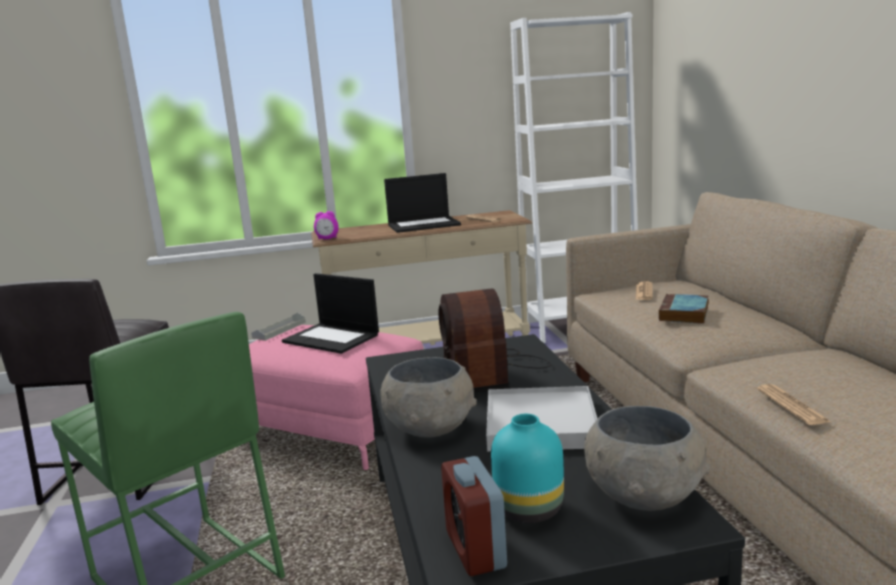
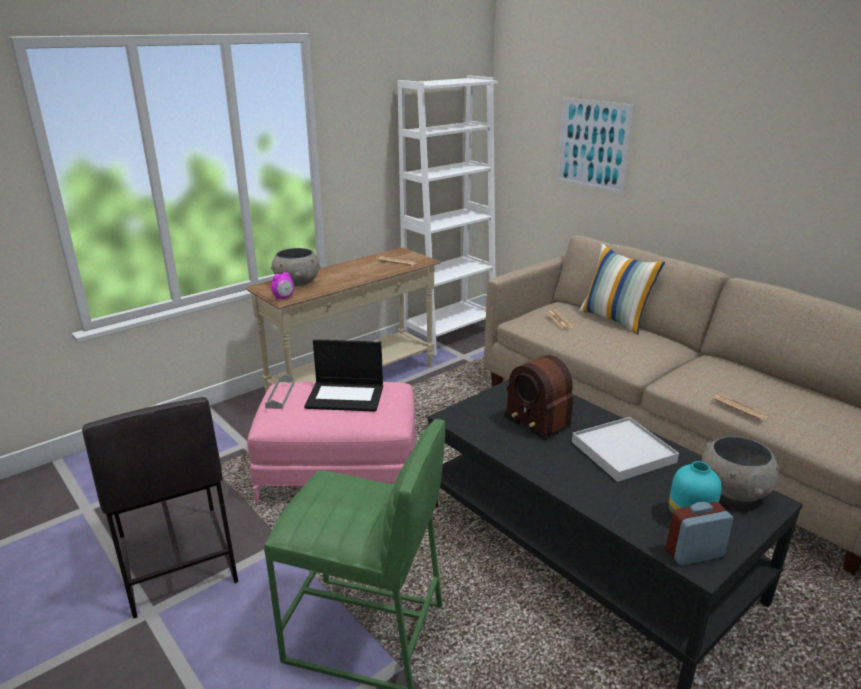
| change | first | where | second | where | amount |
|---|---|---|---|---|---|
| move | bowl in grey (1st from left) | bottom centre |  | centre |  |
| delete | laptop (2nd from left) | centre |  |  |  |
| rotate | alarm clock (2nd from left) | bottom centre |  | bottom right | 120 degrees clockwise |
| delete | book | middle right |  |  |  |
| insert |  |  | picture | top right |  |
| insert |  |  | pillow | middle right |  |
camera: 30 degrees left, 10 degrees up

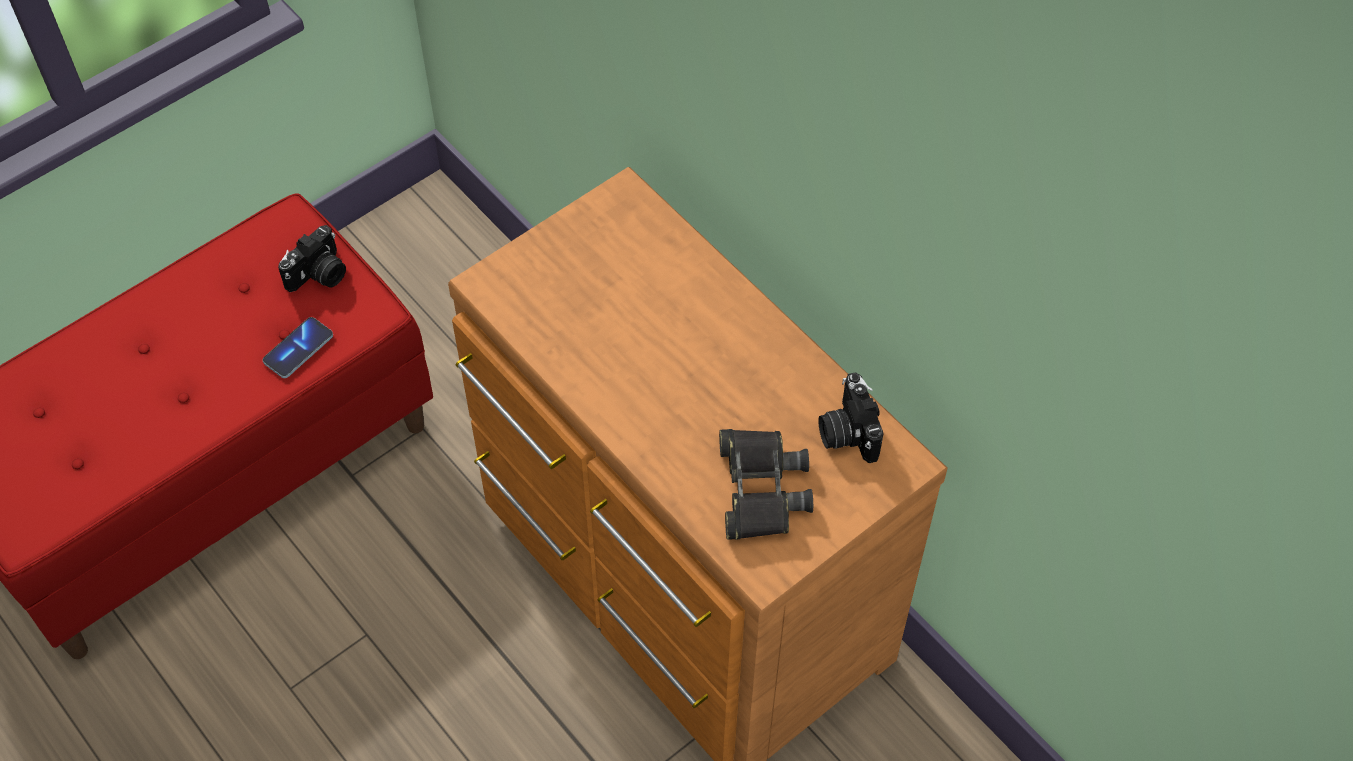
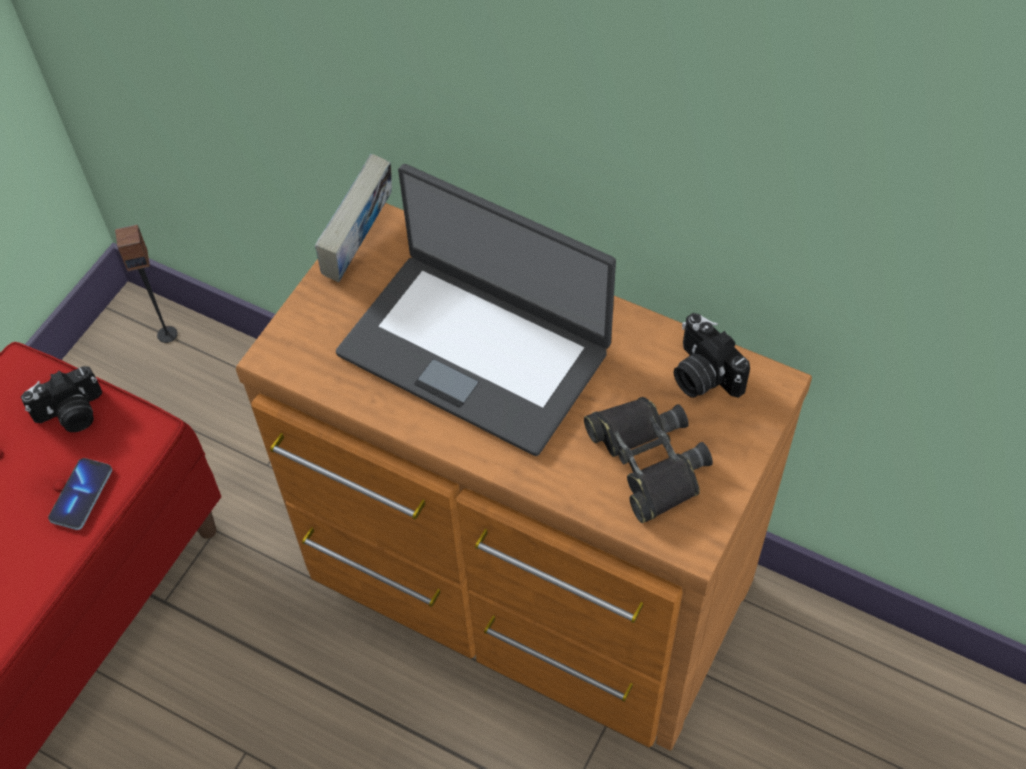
| change | first | where | second | where | amount |
|---|---|---|---|---|---|
| rotate | photo camera (1st from left) | middle left |  | middle left | 45 degrees clockwise |
| insert |  |  | speaker | middle left |  |
| insert |  |  | book | top centre |  |
| insert |  |  | laptop | centre |  |
camera: 20 degrees left, 0 degrees up

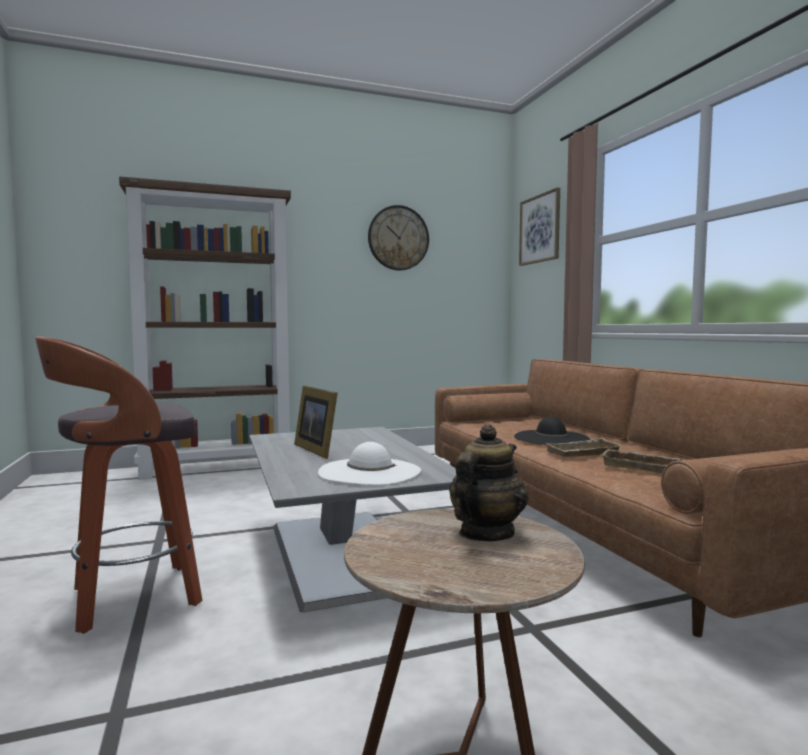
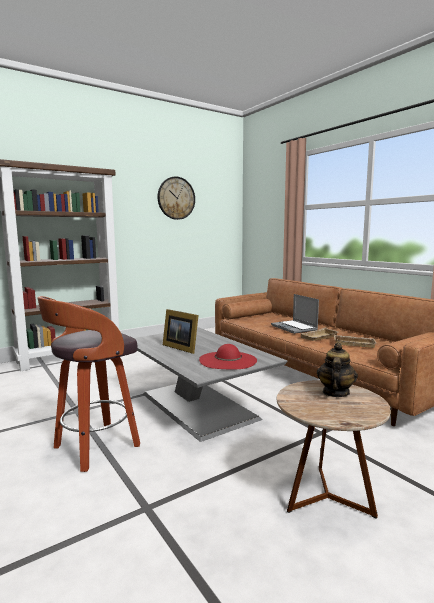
| change | first | where | second | where | amount |
|---|---|---|---|---|---|
| recolor | hat in white | centre | hat in red | centre |  |
| replace | hat in black | middle right | laptop | middle right |  |
| delete | picture | top right |  |  |  |
camera: 15 degrees left, 5 degrees up

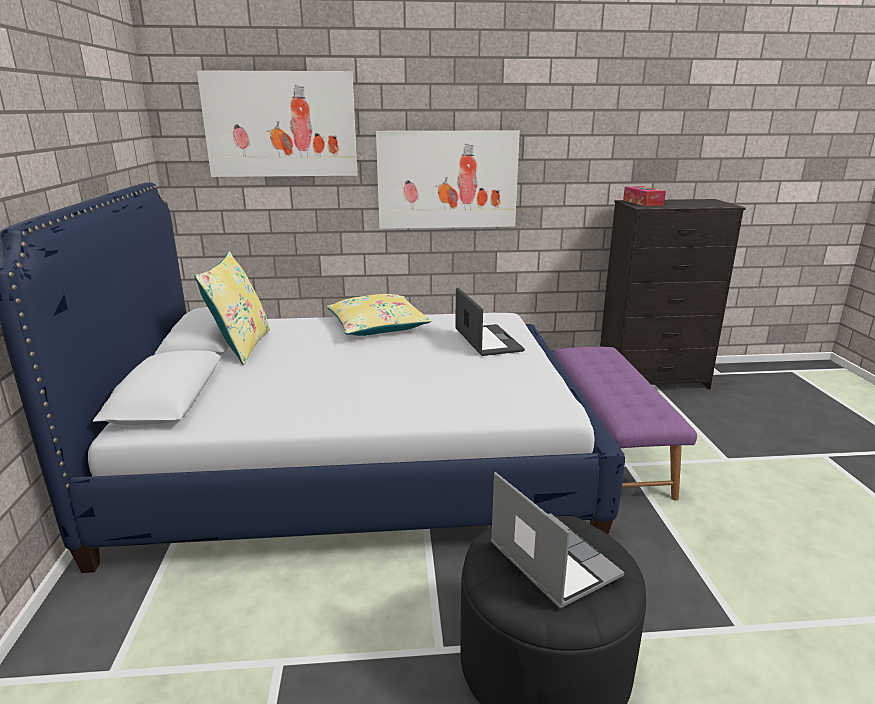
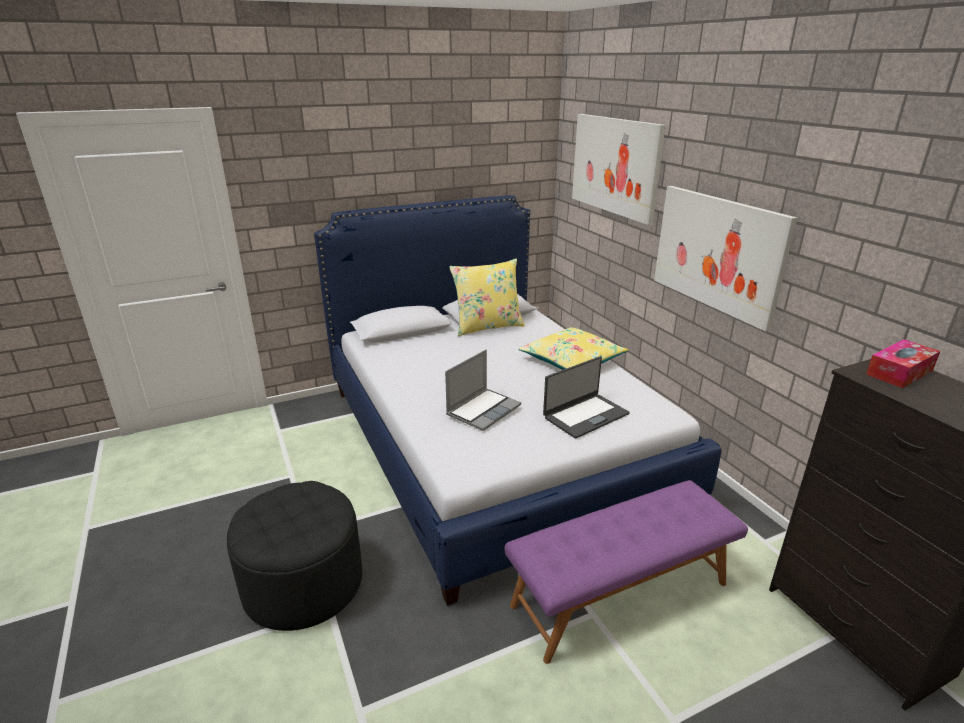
| change | first | where | second | where | amount |
|---|---|---|---|---|---|
| move | laptop (2nd from left in the first image) | bottom centre | laptop (1st from left) | centre |  |
camera: 70 degrees right, 5 degrees up

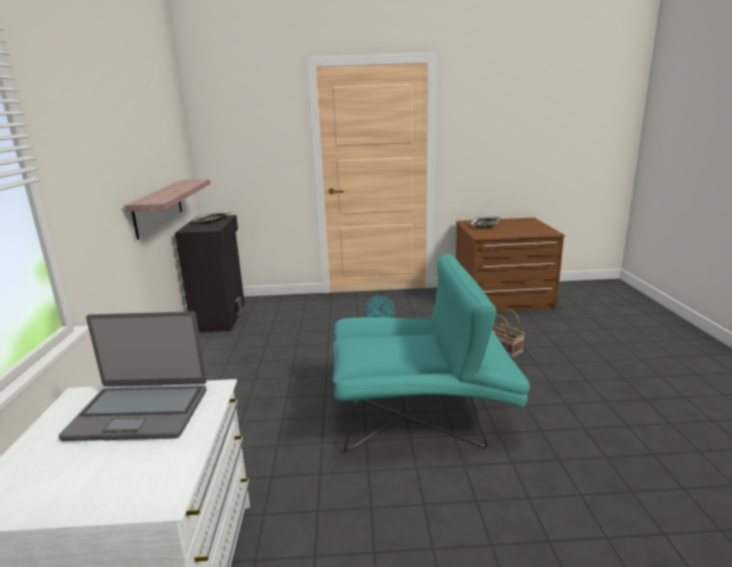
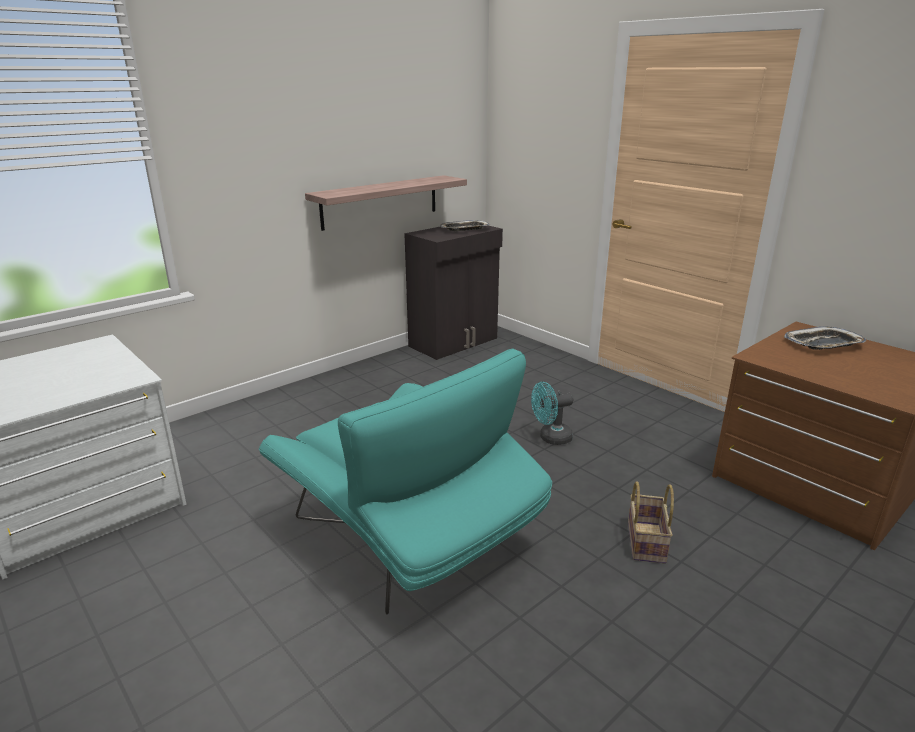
| change | first | where | second | where | amount |
|---|---|---|---|---|---|
| delete | laptop | middle left |  |  |  |
camera: 50 degrees right, 5 degrees up

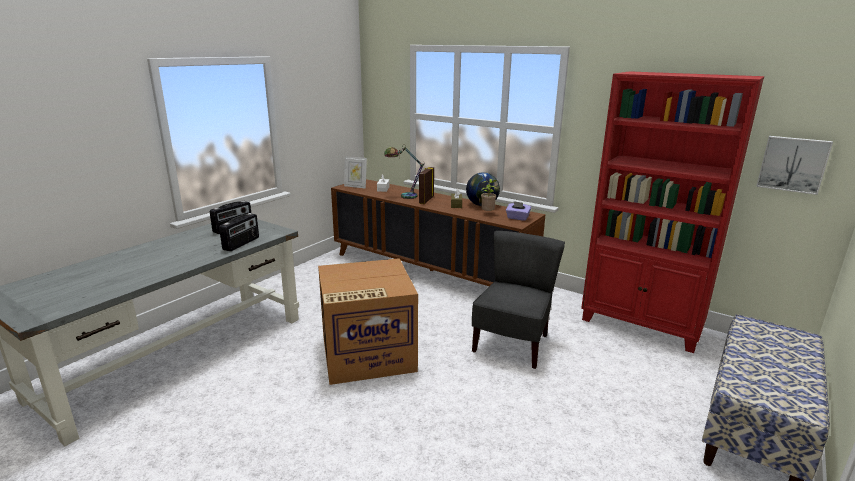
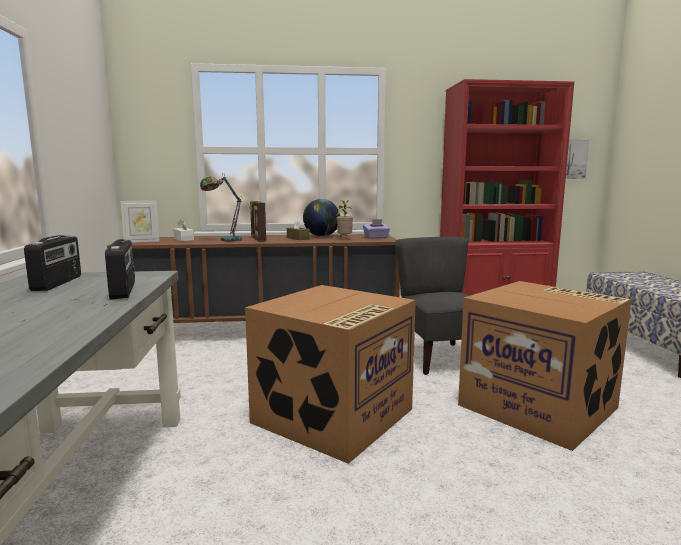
| change | first | where | second | where | amount |
|---|---|---|---|---|---|
| insert |  |  | cardboard box (2nd from left) | bottom right |  |
camera: 40 degrees left, 10 degrees down

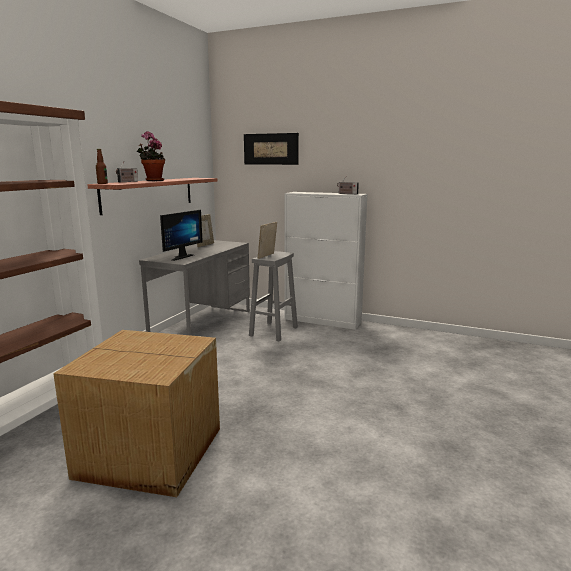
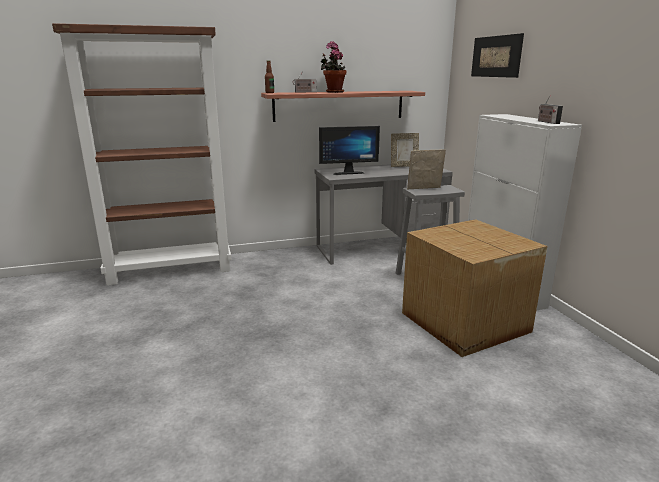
| change | first | where | second | where | amount |
|---|---|---|---|---|---|
| move | cardboard box | bottom left |  | middle right |  |
camera: 50 degrees right, 5 degrees up

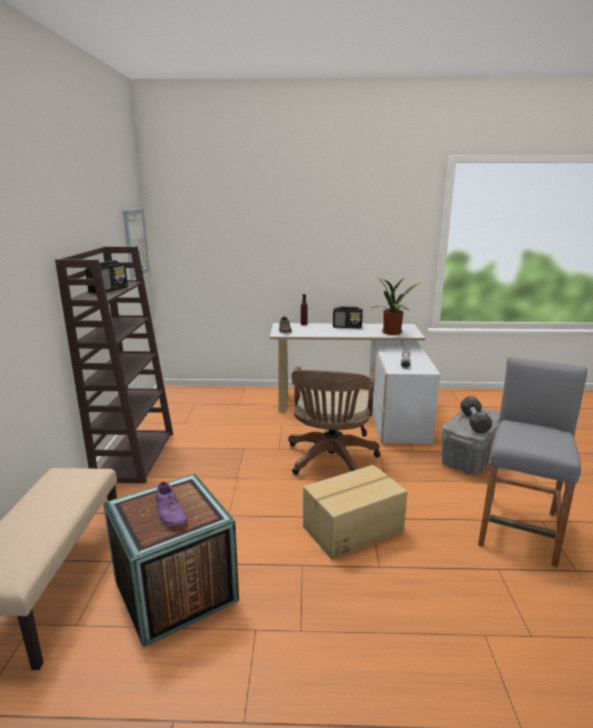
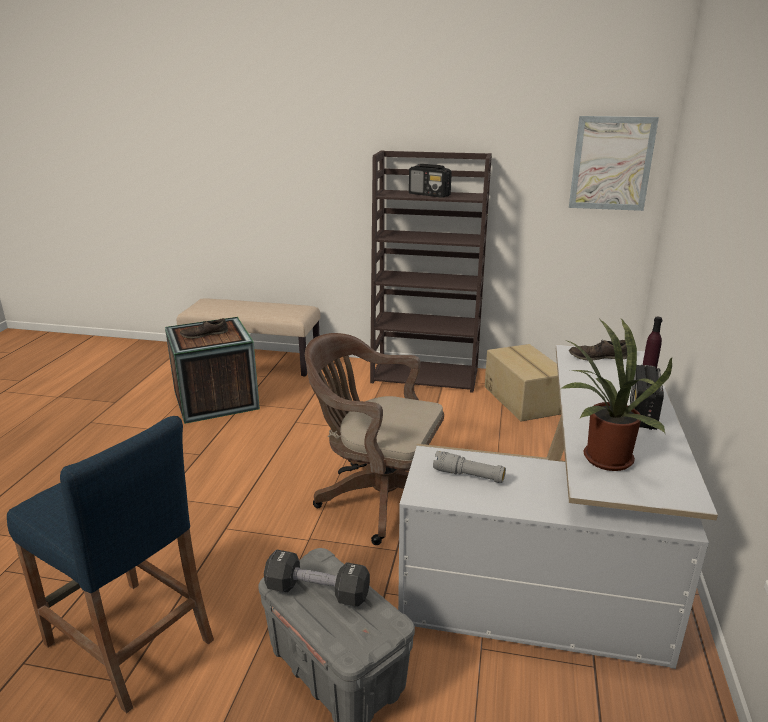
| change | first | where | second | where | amount |
|---|---|---|---|---|---|
| recolor | shoe in purple | bottom left | shoe in brown (1st from left) | middle left |  |
| move | cardboard box | bottom centre |  | middle right |  |
| recolor | stool in grey | middle right | stool in blue | bottom left |  |
camera: 100 degrees right, 5 degrees up

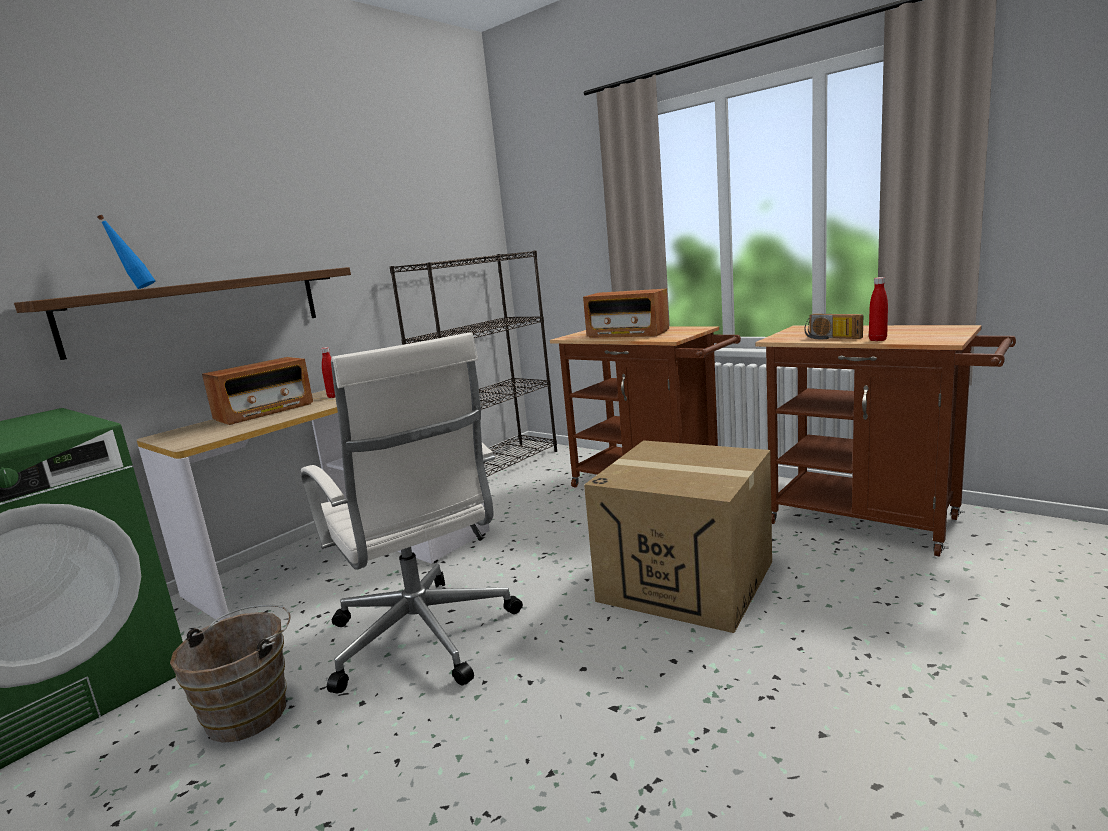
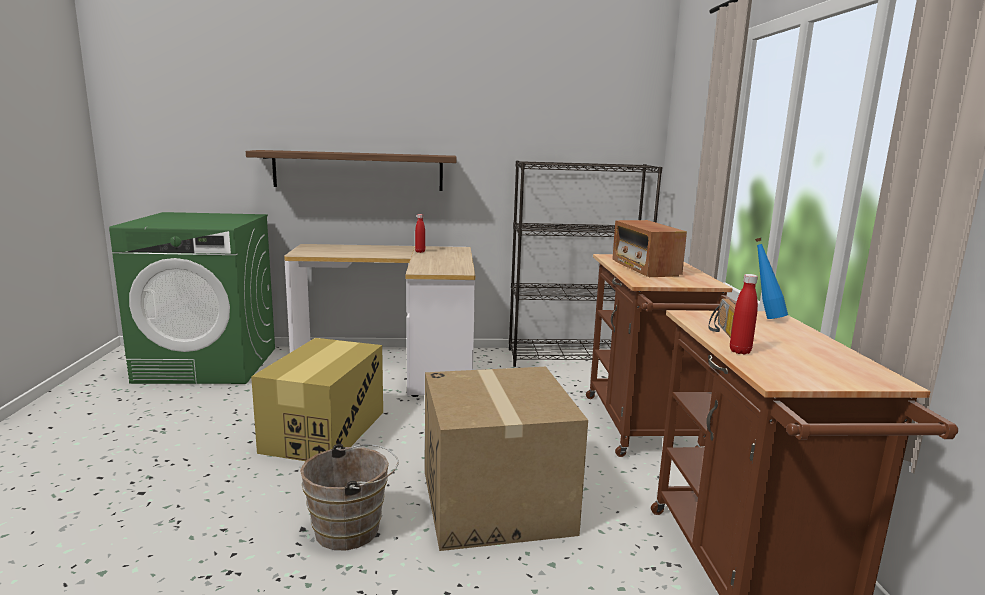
| change | first | where | second | where | amount |
|---|---|---|---|---|---|
| move | bottle in blue | top left |  | middle right |  |
| move | bucket in brown | bottom left |  | bottom centre |  |
| delete | radio (1st from left) | middle left |  |  |  |
| replace | office chair in white | centre | cardboard box (1st from left) | bottom left |  |
camera: 45 degrees right, 0 degrees up

